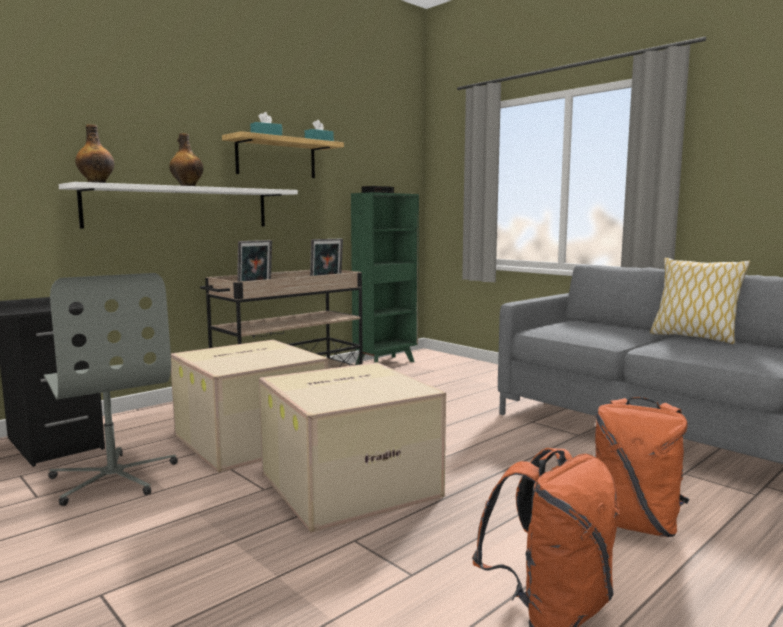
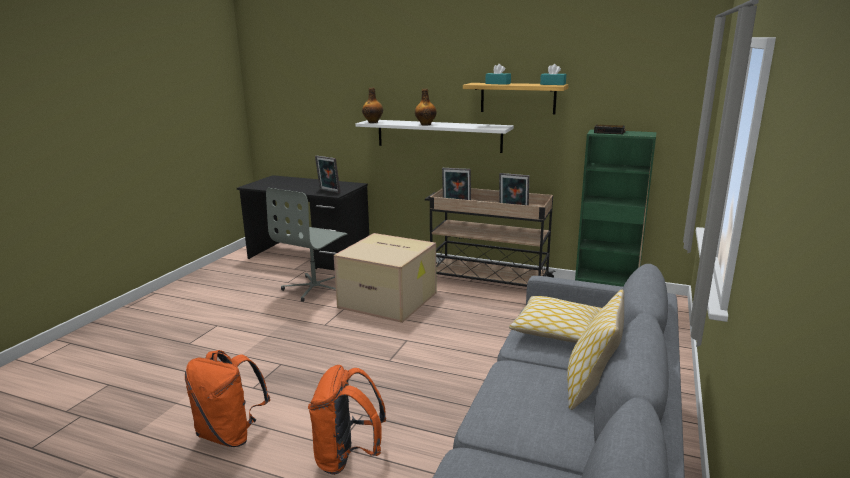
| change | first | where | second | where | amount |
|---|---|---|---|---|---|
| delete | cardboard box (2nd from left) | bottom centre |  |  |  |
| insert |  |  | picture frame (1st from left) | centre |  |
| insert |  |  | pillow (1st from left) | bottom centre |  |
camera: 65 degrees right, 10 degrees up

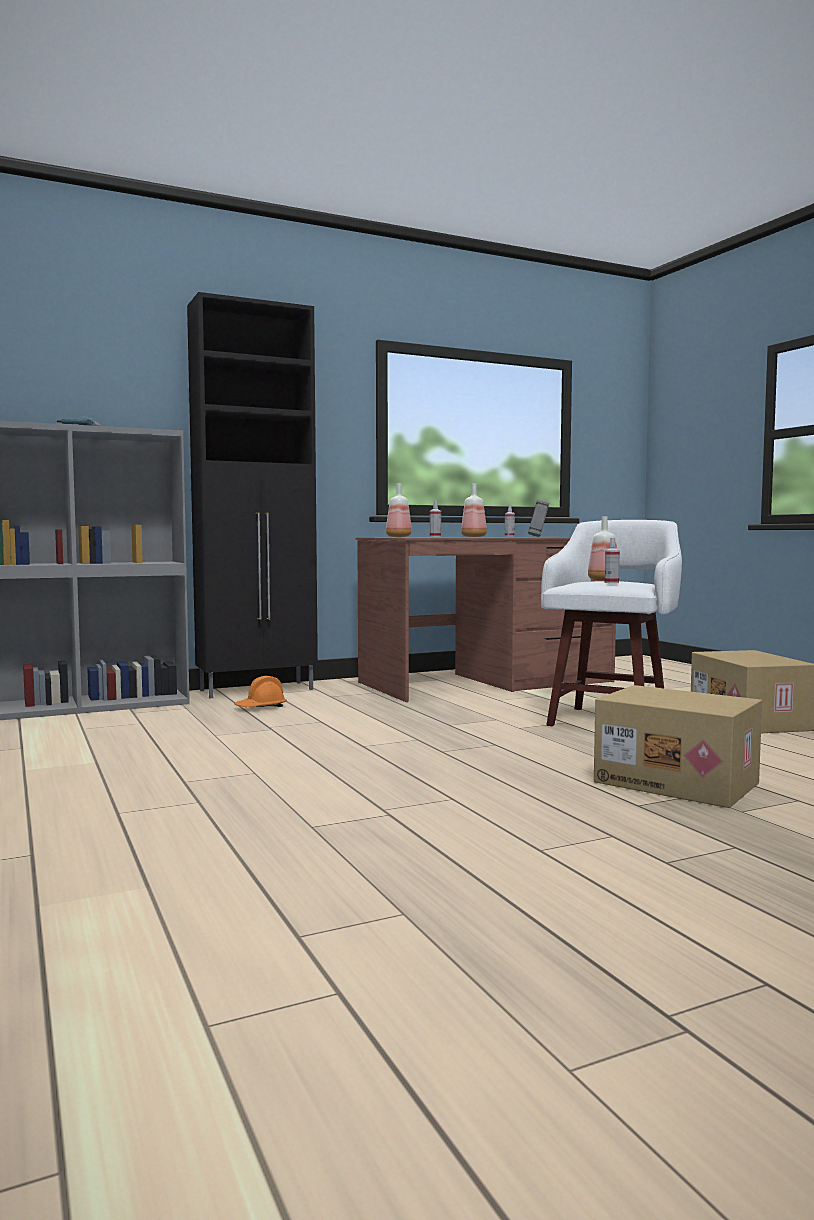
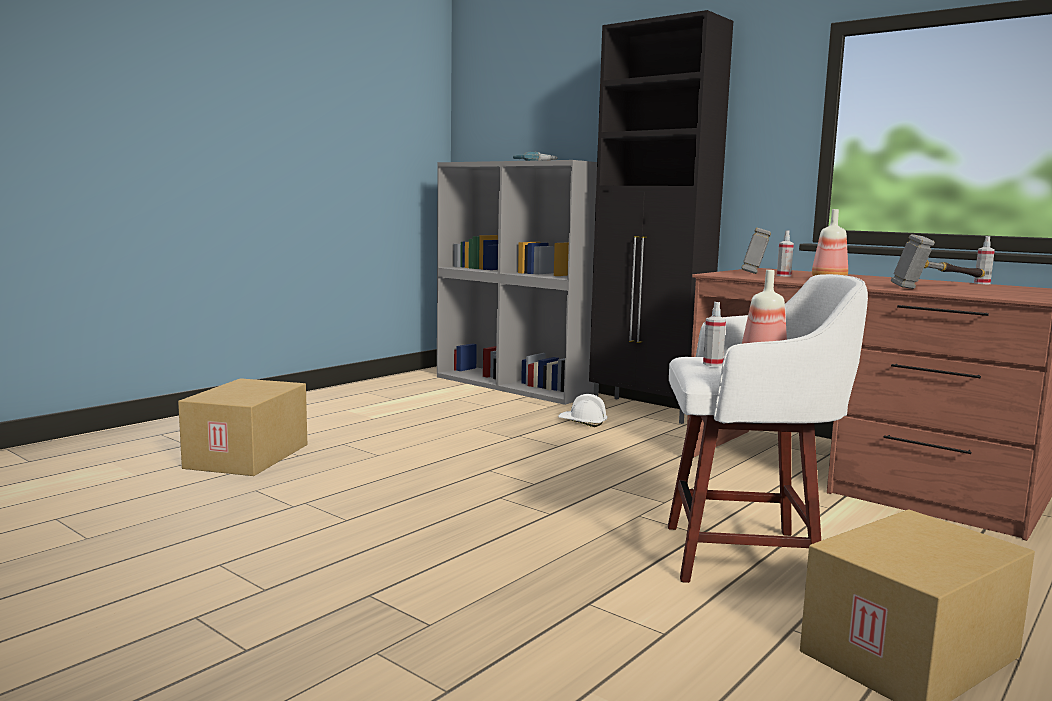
| change | first | where | second | where | amount |
|---|---|---|---|---|---|
| recolor | hard hat in orange | middle left | hard hat in white | centre |  |
| replace | bottle (1st from left) | centre | hammer (1st from left) | middle right |  |
| move | cardboard box (1st from left) | middle right |  | middle left |  |
camera: 65 degrees right, 5 degrees up

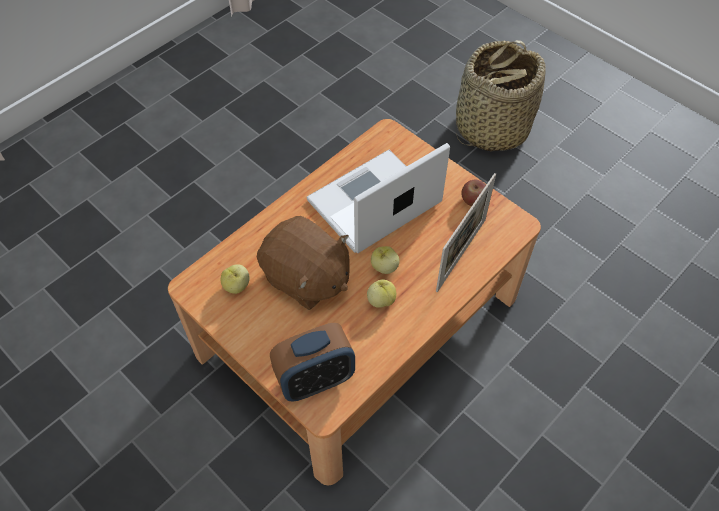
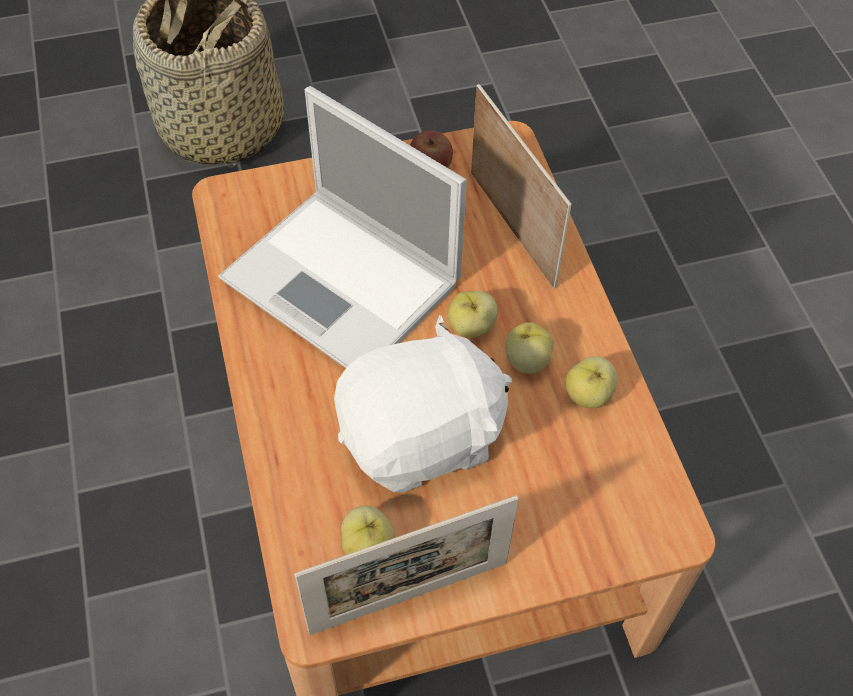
| change | first | where | second | where | amount |
|---|---|---|---|---|---|
| recolor | plush toy in brown | centre | plush toy in white | centre |  |
| delete | alarm clock | bottom centre |  |  |  |
| rotate | laptop | centre |  | top centre | 45 degrees counterclockwise |
| insert |  |  | picture frame (1st from left) | bottom centre |  |
| insert |  |  | apple (5th from left) | middle right |  |
camera: 60 degrees left, 0 degrees up

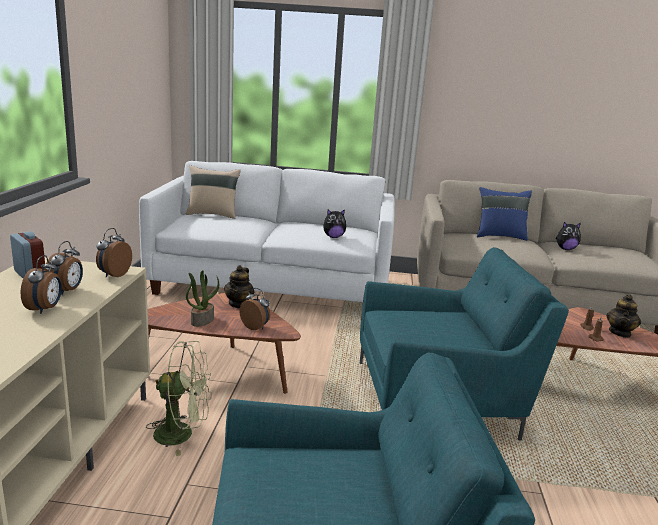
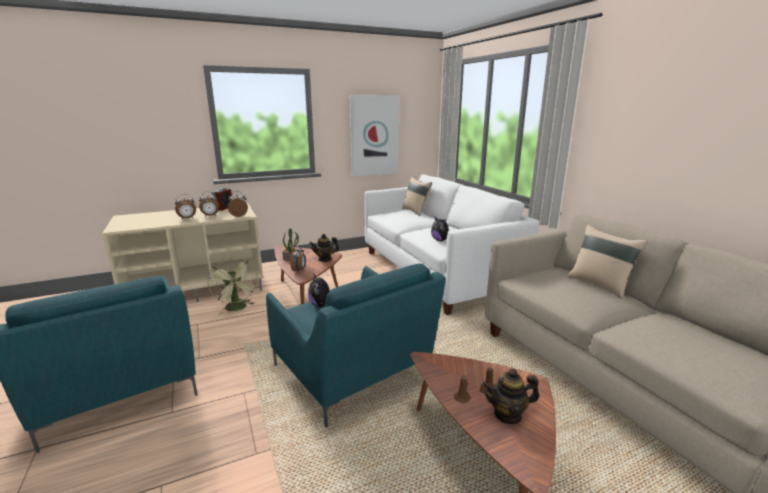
| change | first | where | second | where | amount |
|---|---|---|---|---|---|
| recolor | pillow in blue | middle right | pillow in beige (2nd from left) | middle right |  |
| move | plush toy (2nd from left in the first image) | middle right | plush toy (1st from left) | centre |  |
| insert |  |  | picture | top centre |  |
camera: 60 degrees right, 0 degrees up

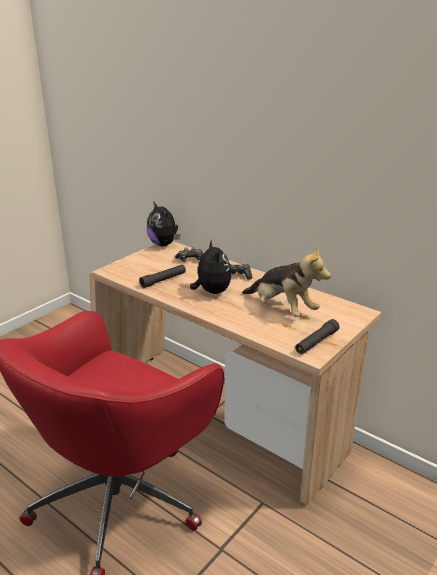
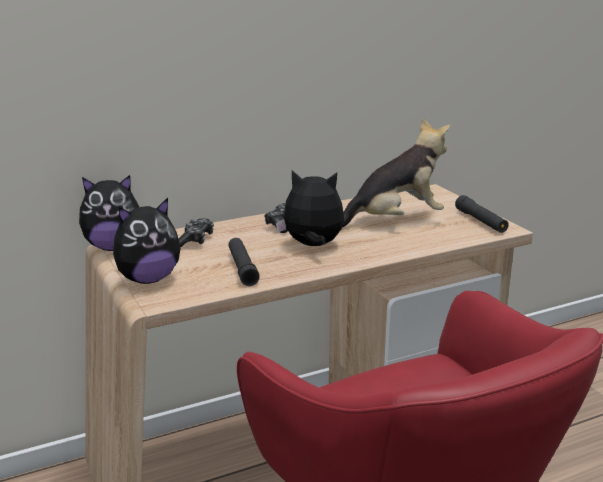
| change | first | where | second | where | amount |
|---|---|---|---|---|---|
| insert |  |  | plush toy (2nd from left) | middle left |  |
camera: 65 degrees left, 5 degrees down

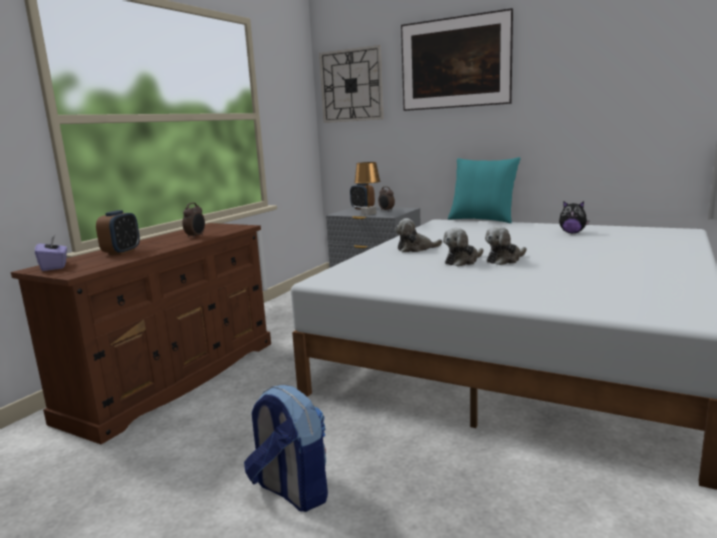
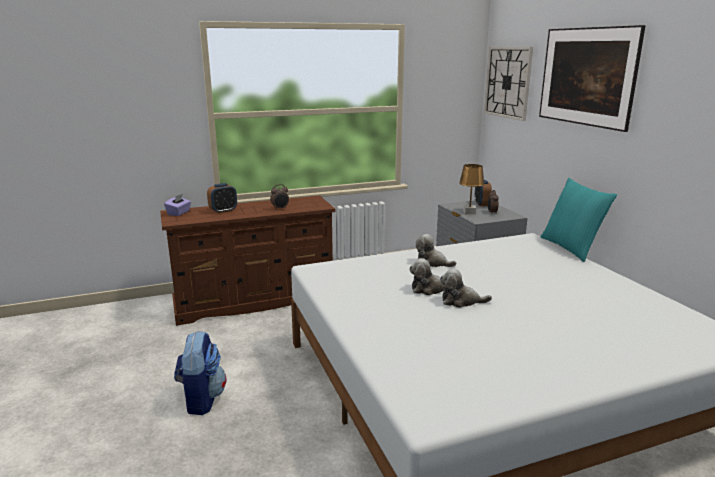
| change | first | where | second | where | amount |
|---|---|---|---|---|---|
| delete | plush toy (4th from left) | middle right |  |  |  |
camera: 40 degrees right, 5 degrees up

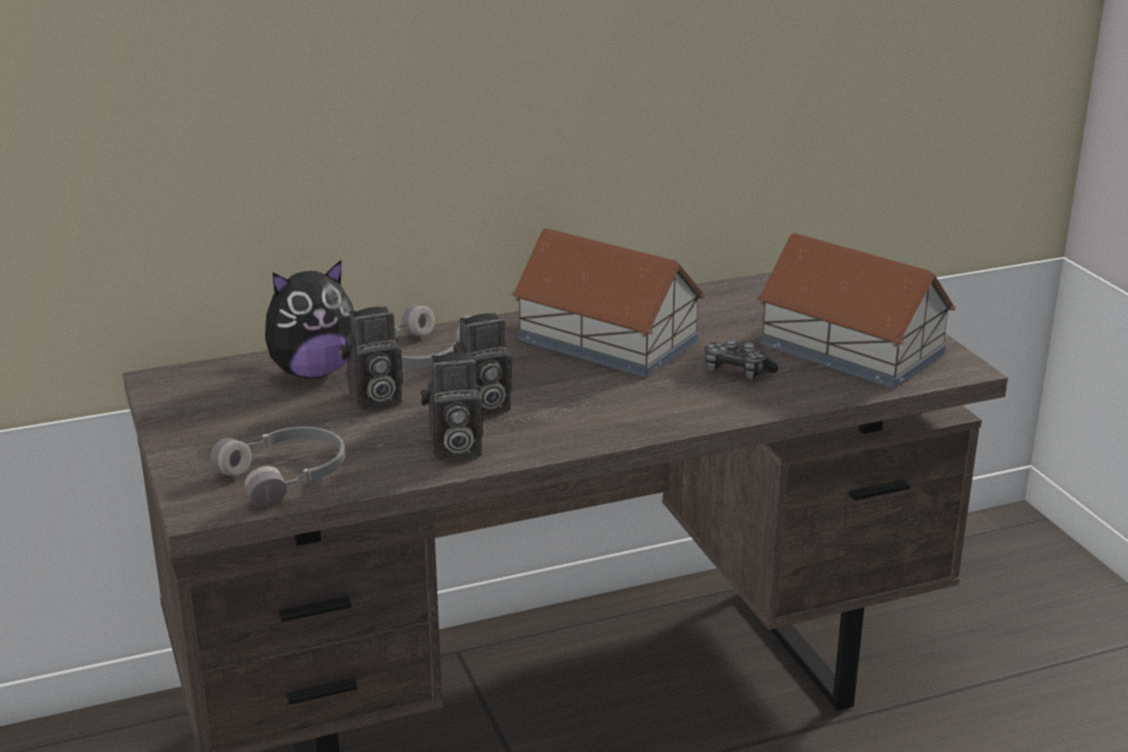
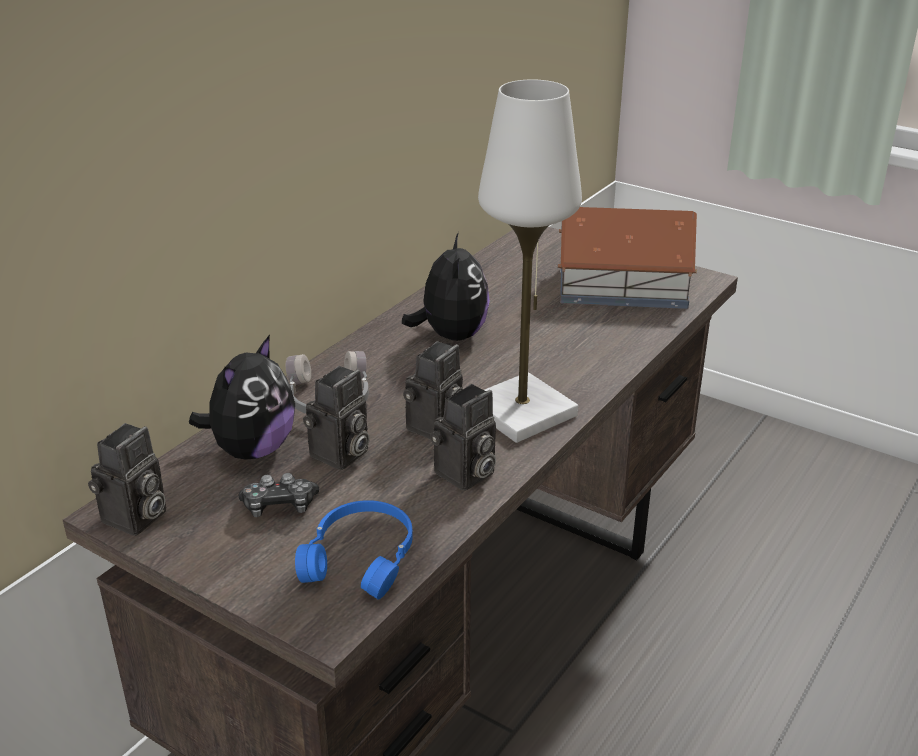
| change | first | where | second | where | amount |
|---|---|---|---|---|---|
| recolor | headphones in grey (1st from left) | middle left | headphones in blue | bottom centre |  |
| replace | toy house (1st from left) | centre | plush toy (2nd from left) | centre |  |
| move | game controller | centre |  | middle left |  |
| insert |  |  | photo camera (1st from left) | middle left |  |
| insert |  |  | table lamp in white | centre |  |
camera: 35 degrees left, 5 degrees up

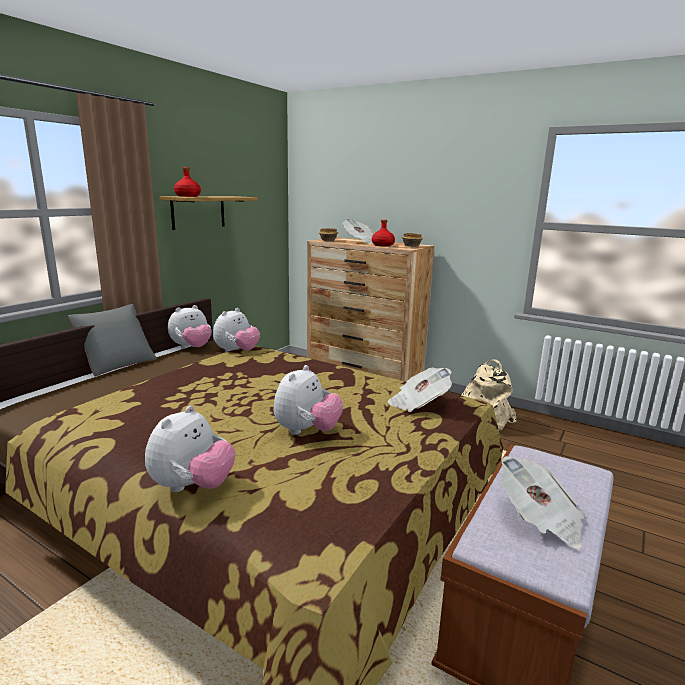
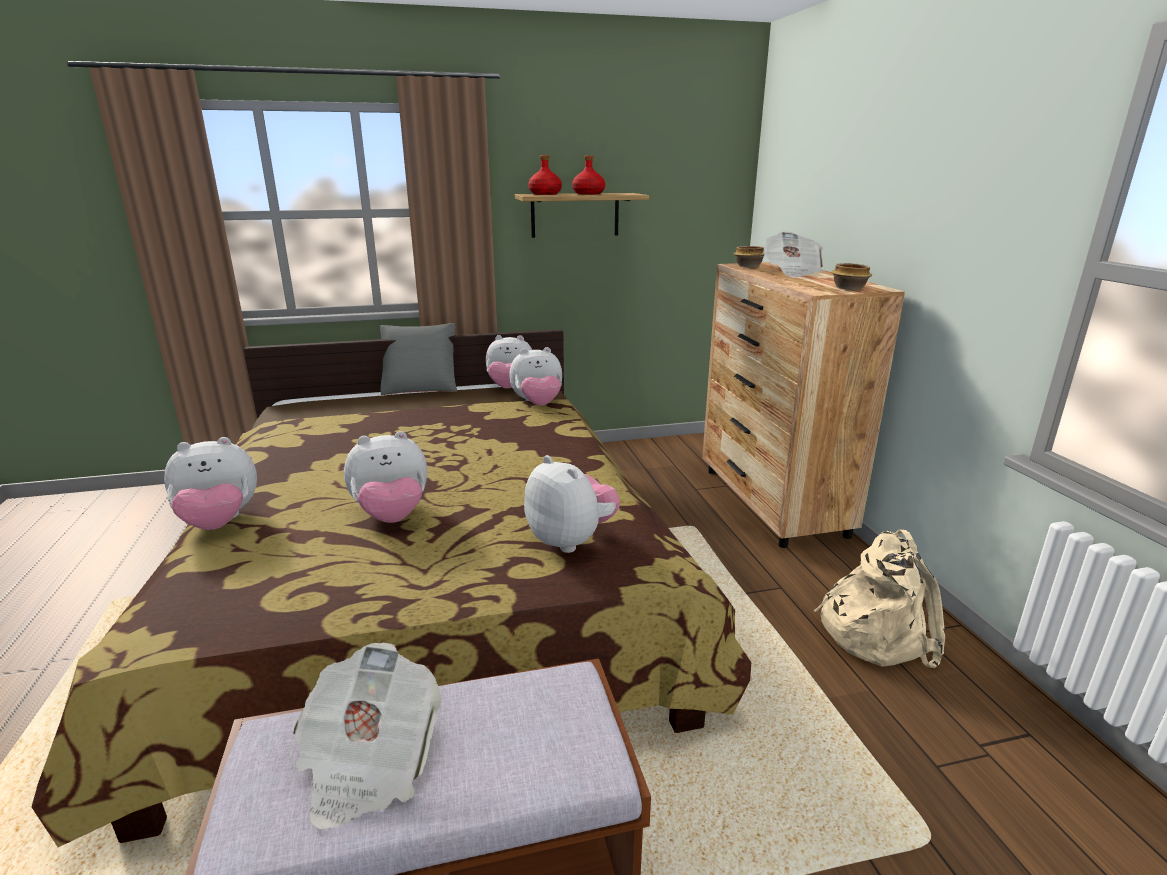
| change | first | where | second | where | amount |
|---|---|---|---|---|---|
| move | bottle in red (2nd from left) | centre |  | top centre |  |
| replace | newspaper (2nd from left) | centre | plush toy (5th from left) | centre |  |
camera: 45 degrees right, 5 degrees up

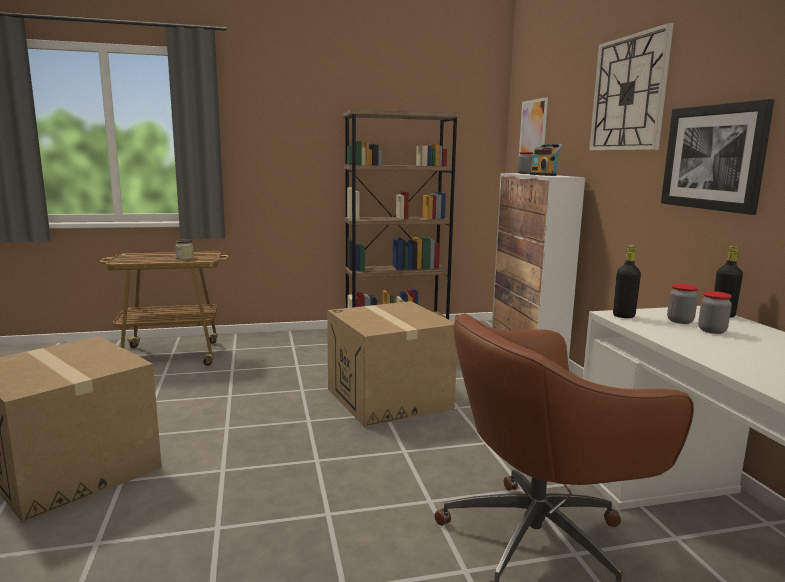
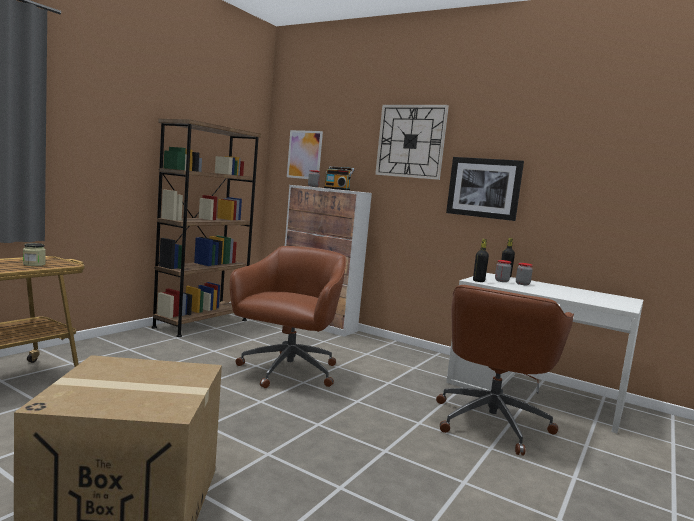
| change | first | where | second | where | amount |
|---|---|---|---|---|---|
| replace | cardboard box (2nd from left) | centre | office chair in brown (1st from left) | centre |  |
camera: 45 degrees left, 5 degrees down

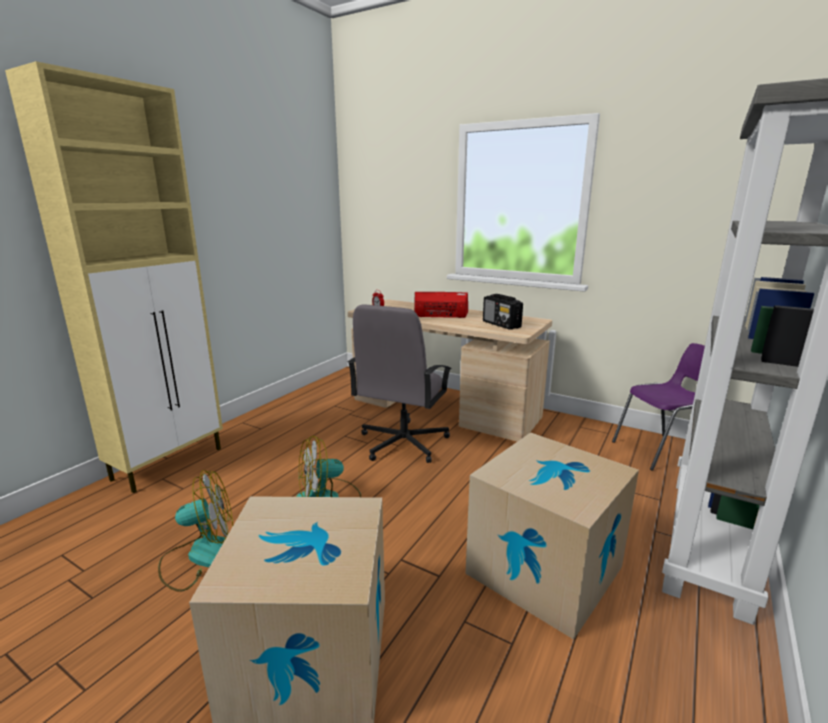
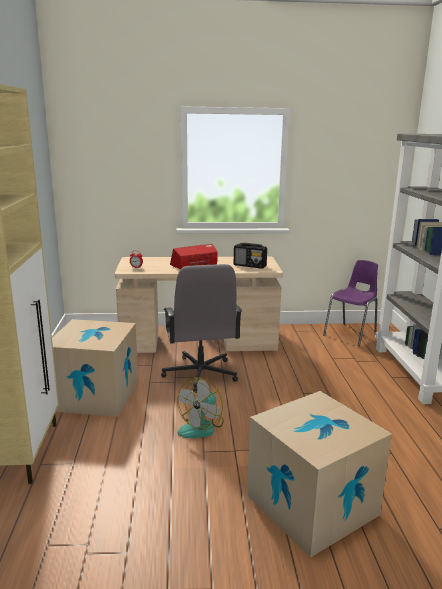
| change | first | where | second | where | amount |
|---|---|---|---|---|---|
| delete | fan (1st from left) | bottom left |  |  |  |
| move | cardboard box (2nd from left in the first image) | bottom right | cardboard box (1st from left) | middle left |  |
camera: 35 degrees left, 0 degrees up

